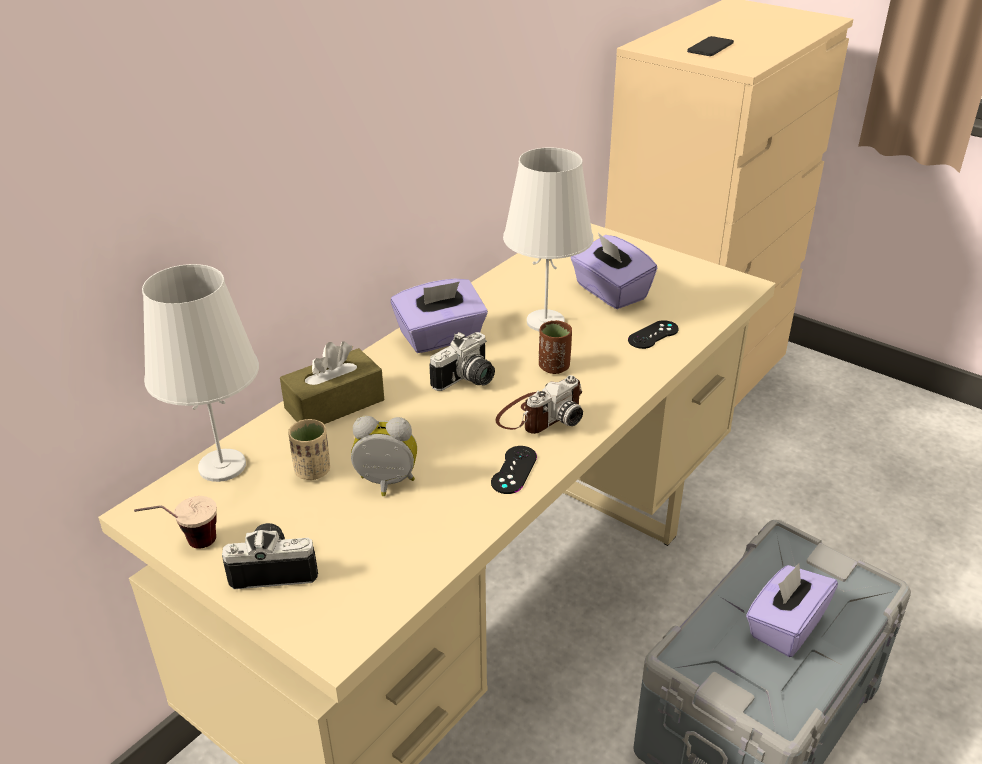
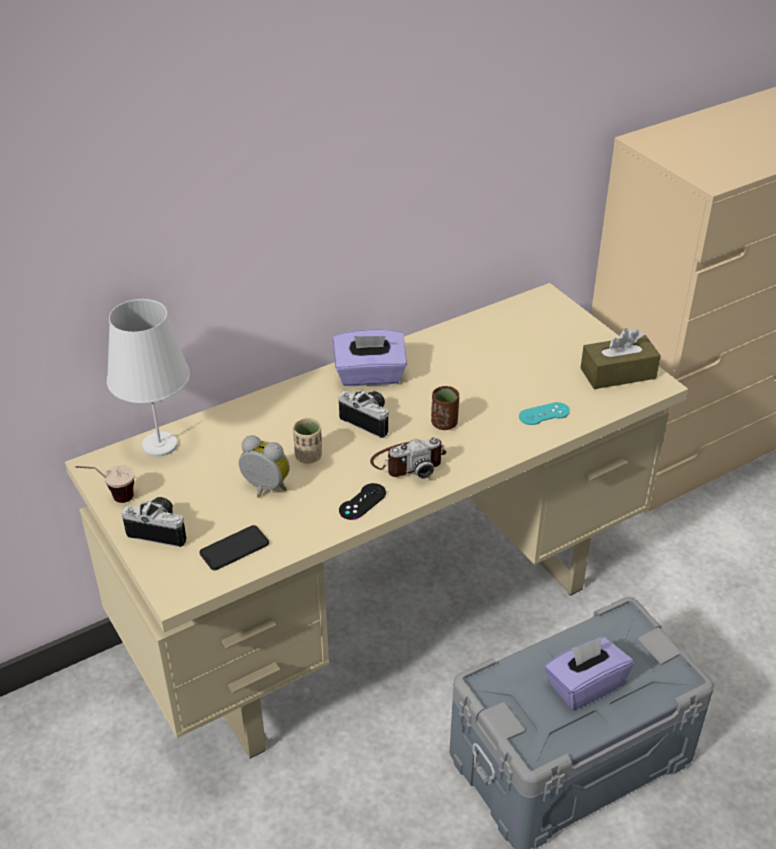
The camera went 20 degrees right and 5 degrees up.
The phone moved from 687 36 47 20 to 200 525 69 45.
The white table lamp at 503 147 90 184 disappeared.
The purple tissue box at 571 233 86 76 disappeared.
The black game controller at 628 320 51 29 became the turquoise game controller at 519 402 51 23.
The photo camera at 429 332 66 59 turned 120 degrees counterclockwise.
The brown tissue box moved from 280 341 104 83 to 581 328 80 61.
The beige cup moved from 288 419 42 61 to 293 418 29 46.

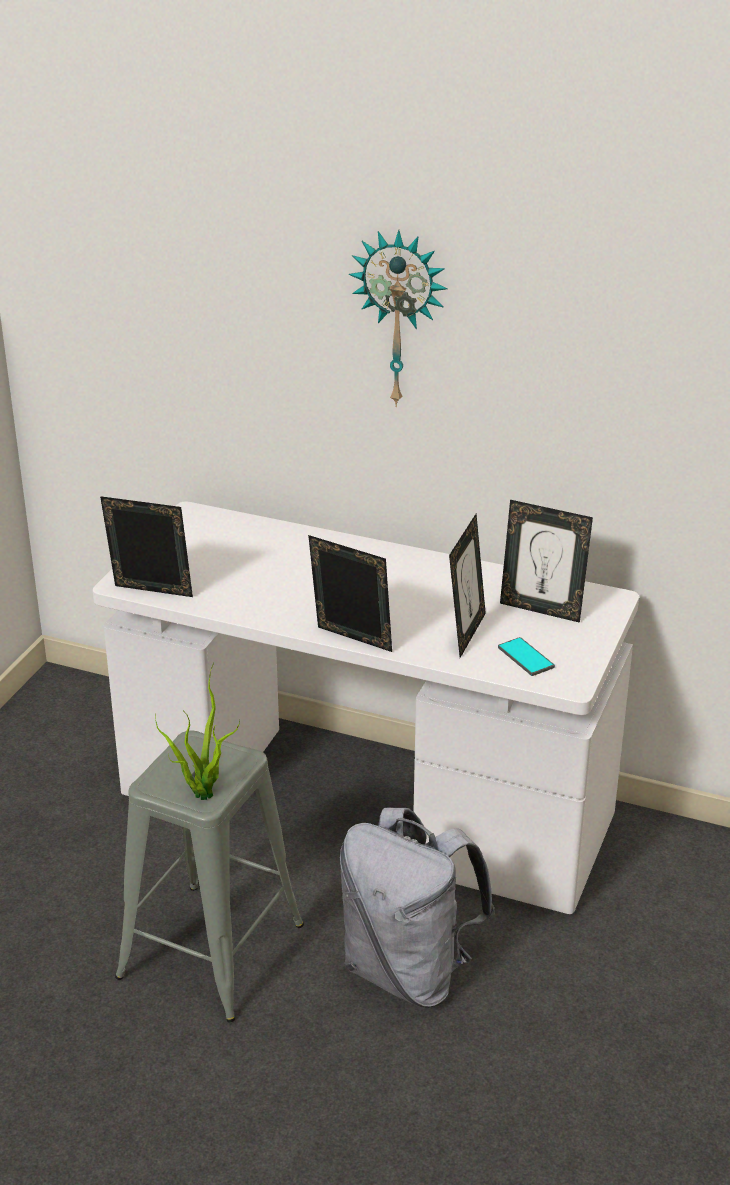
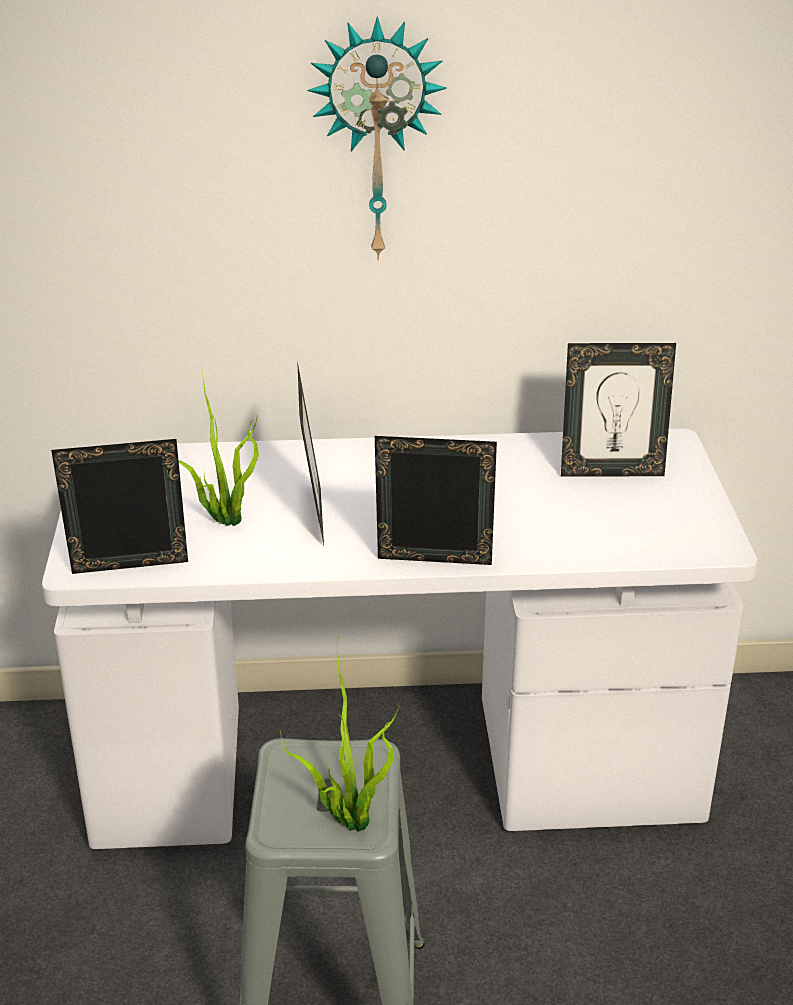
The camera went 25 degrees left and 0 degrees up.
The picture frame moved from 449 514 37 144 to 297 362 27 183.
The phone at 498 637 57 39 disappeared.
The grey backpack at 340 807 155 201 disappeared.
The potted plant at 163 363 96 163 appeared.

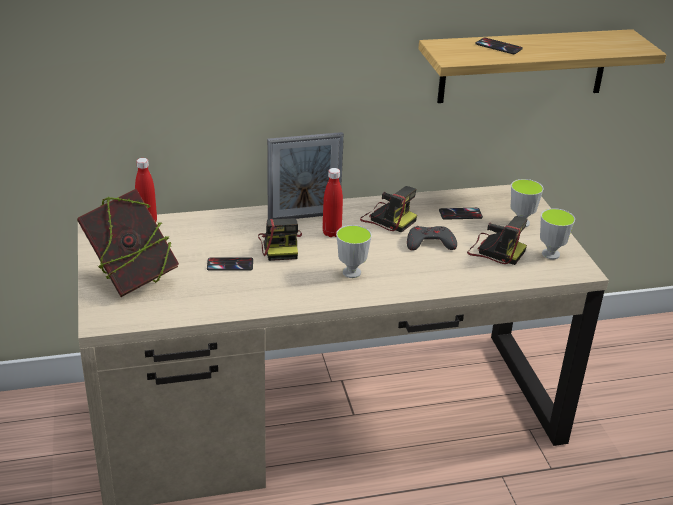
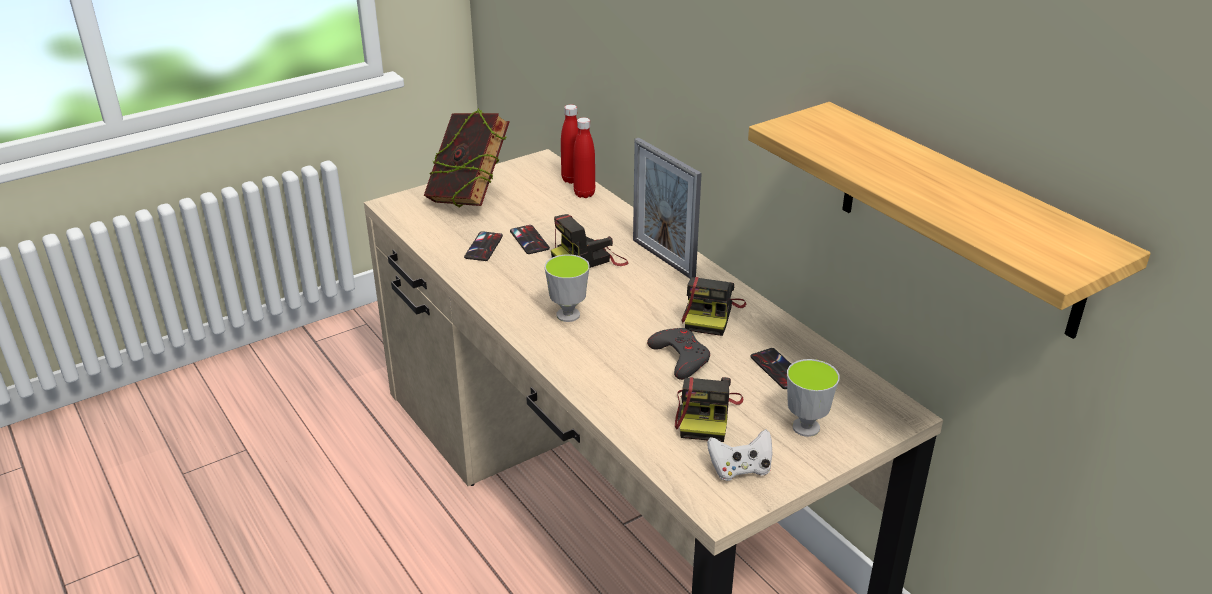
The camera went 70 degrees right and 0 degrees up.
The phone moved from 475 38 48 16 to 464 231 39 30.
The red bottle moved from 322 168 21 69 to 573 117 22 81.
The cup at 540 208 35 51 was replaced by the white game controller at 707 429 65 52.

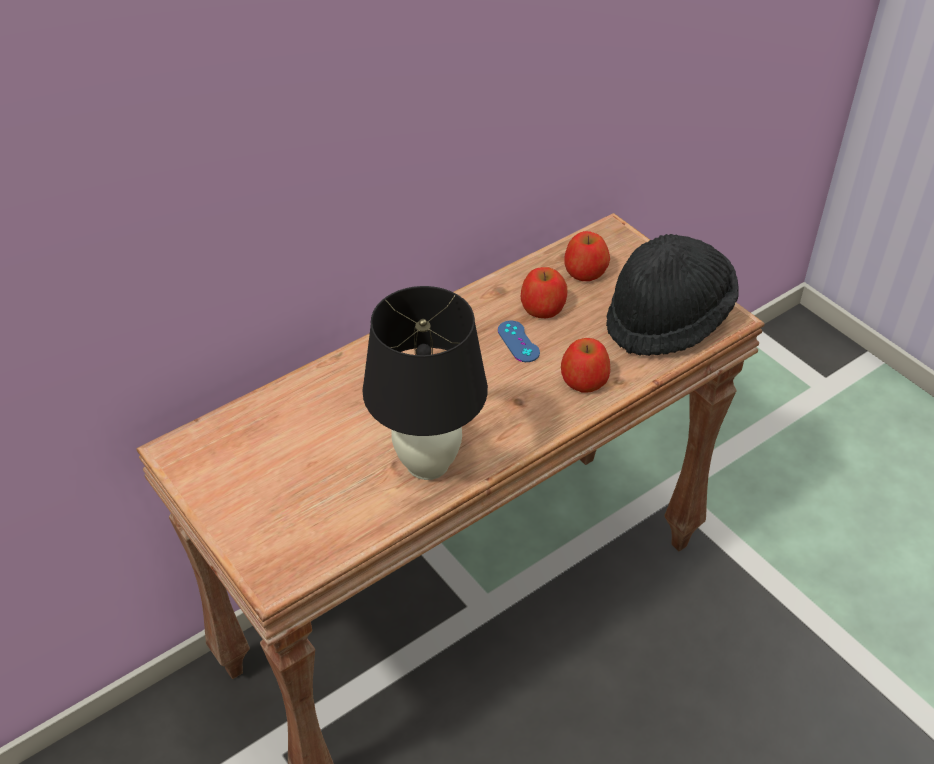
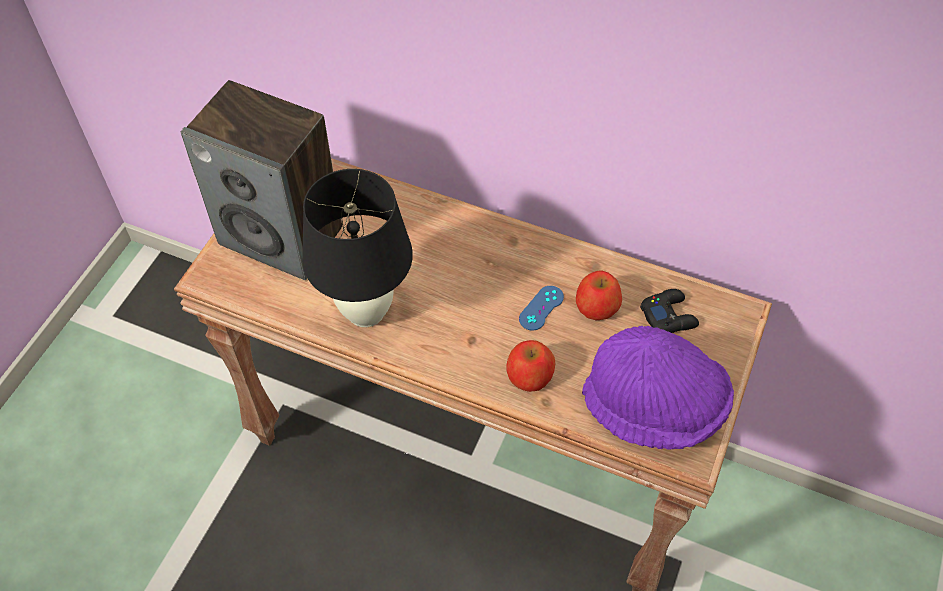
The camera went 60 degrees right and 10 degrees up.
The apple at 564 231 46 50 was replaced by the black game controller at 640 289 59 44.
The black hat at 606 234 133 122 became the purple hat at 582 326 152 124.
The speaker at 181 80 161 200 appeared.

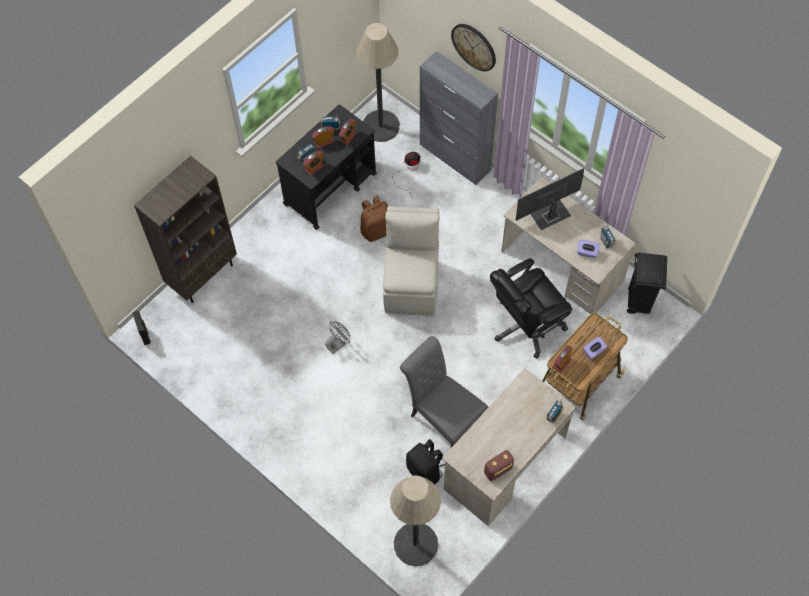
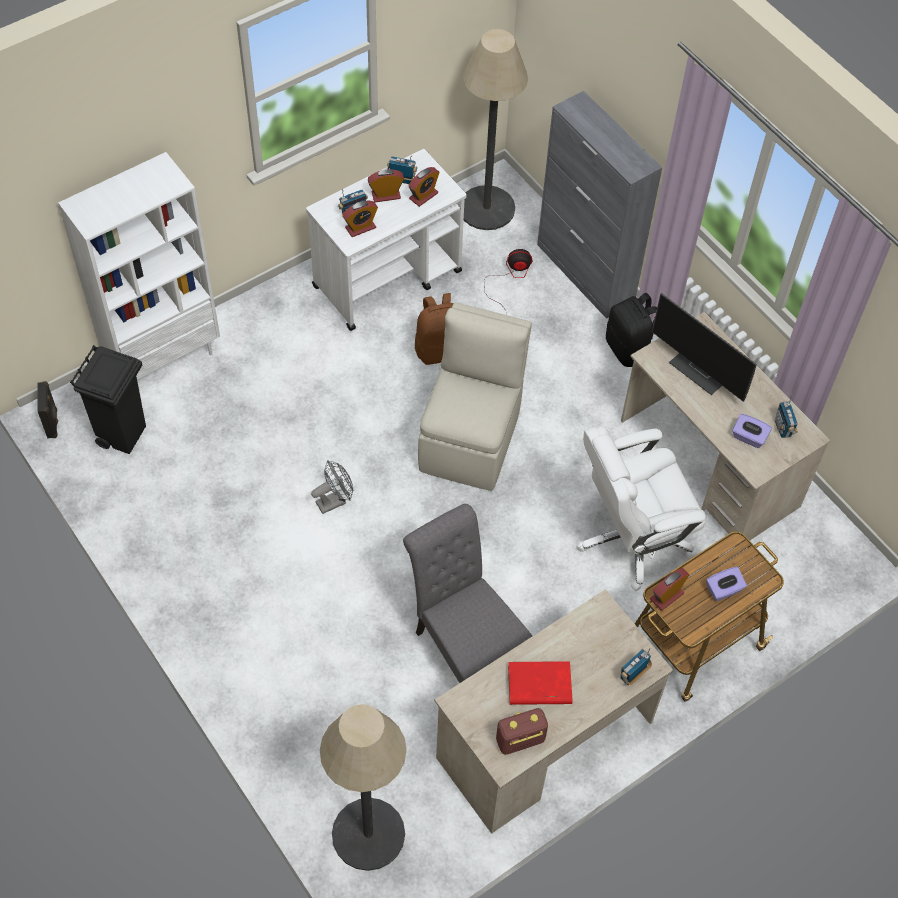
The camera went 10 degrees right and 5 degrees down.
The wall clock at 451 24 45 47 disappeared.
The black cart at 276 104 101 126 became the white cart at 306 149 161 182.
The brown bookcase at 134 156 103 147 became the white bookcase at 58 152 162 228.
The monitor at 516 168 68 62 turned 120 degrees counterclockwise.
The black trash can moved from 627 252 40 62 to 70 345 76 109.
The black office chair at 490 258 82 101 became the white office chair at 577 426 129 165.
The black backpack moved from 406 439 39 45 to 606 293 51 74.
The red book at 508 661 64 44 appeared.

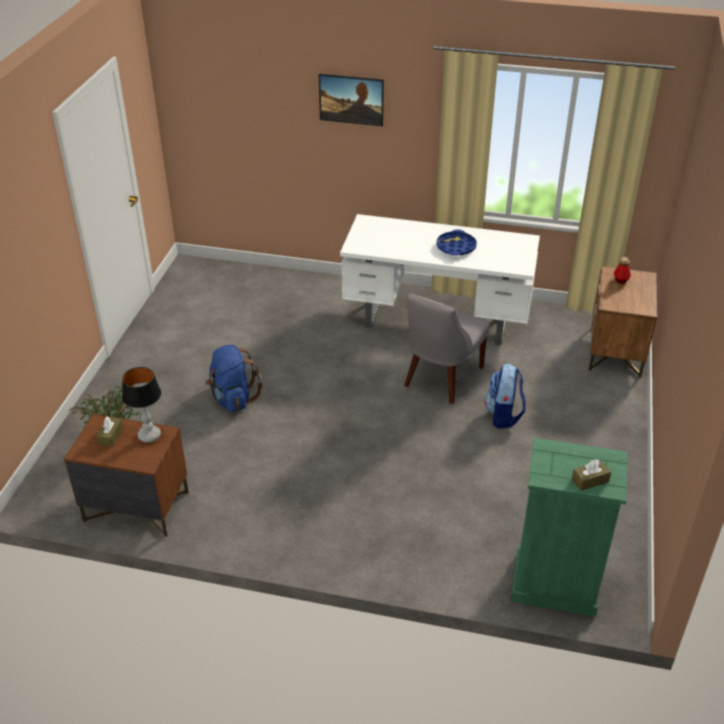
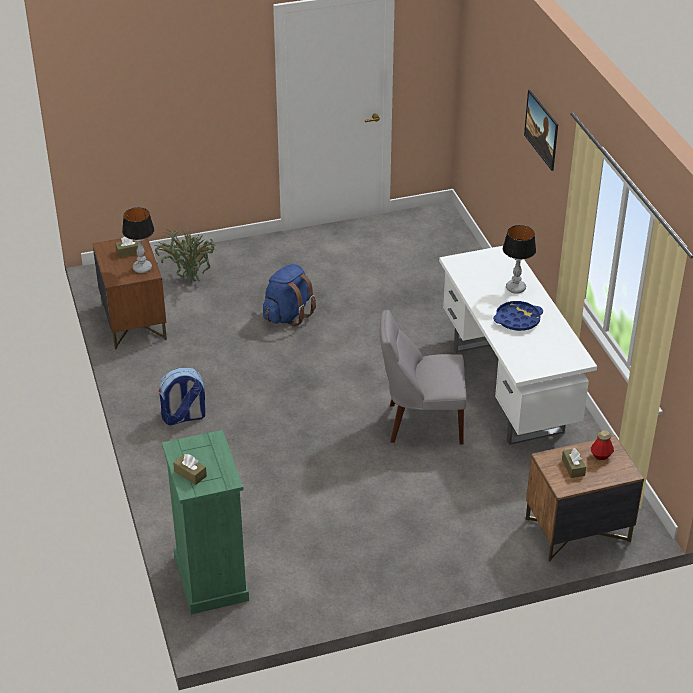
The camera went 60 degrees right and 0 degrees up.
The backpack moved from 484 364 42 65 to 159 368 46 57.
The table lamp at 503 225 33 69 appeared.
The brown tissue box at 562 448 24 30 appeared.

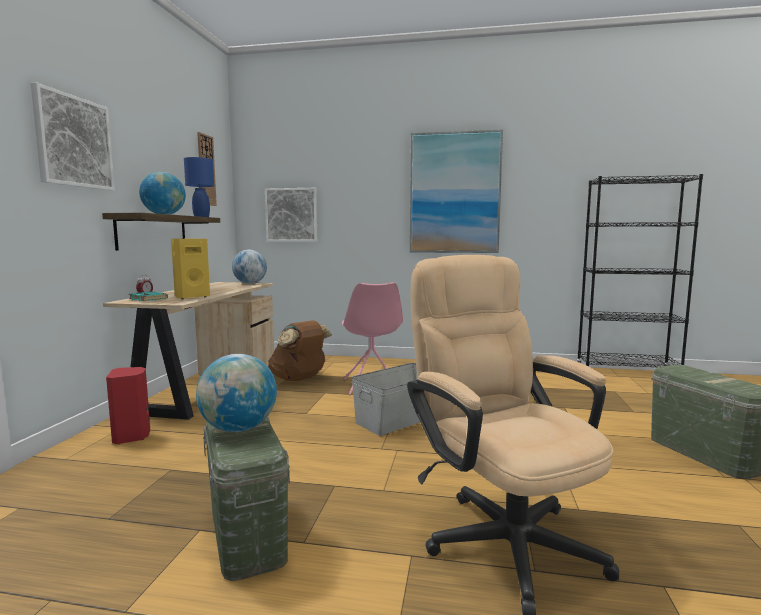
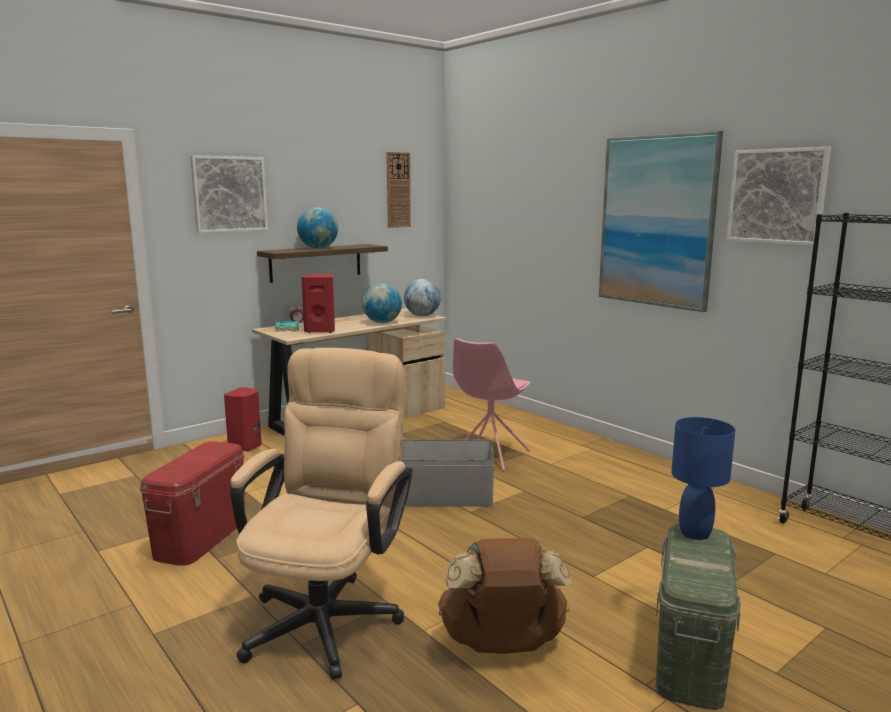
The camera went 40 degrees right and 5 degrees up.
The blue table lamp moved from 184 157 30 60 to 671 417 64 123.
The picture moved from 265 188 52 54 to 727 147 104 99.
The yellow speaker at 171 239 39 60 became the red speaker at 301 274 34 59.
The brown backpack moved from 268 320 64 61 to 438 538 133 116.
The globe moved from 196 354 81 78 to 362 284 40 39.
The green storage box at 203 417 87 164 became the red storage box at 140 441 105 125.

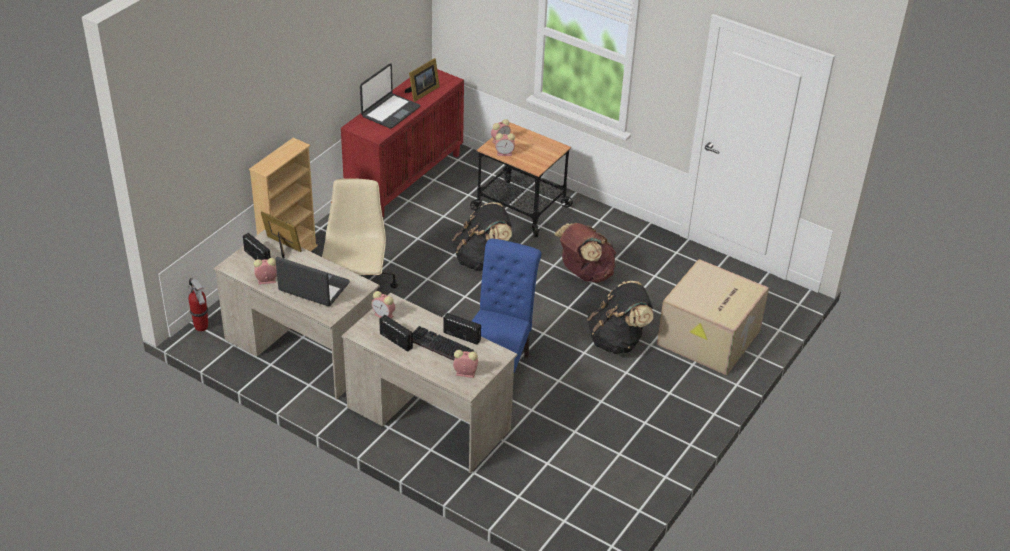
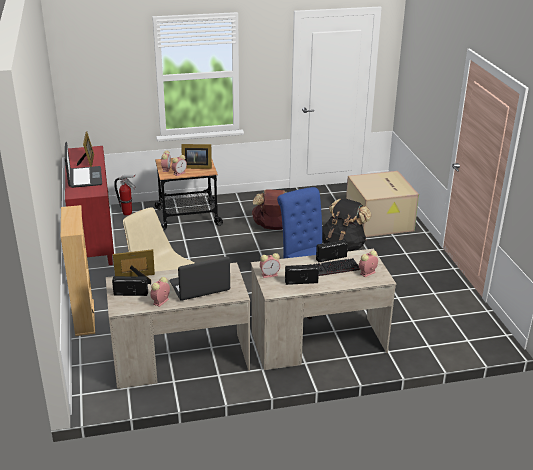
The camera went 45 degrees left and 10 degrees down.
The black backpack at 452 202 60 69 disappeared.
The fire extinguisher moved from 188 278 20 53 to 114 175 22 41.
The picture frame at 181 144 31 25 appeared.

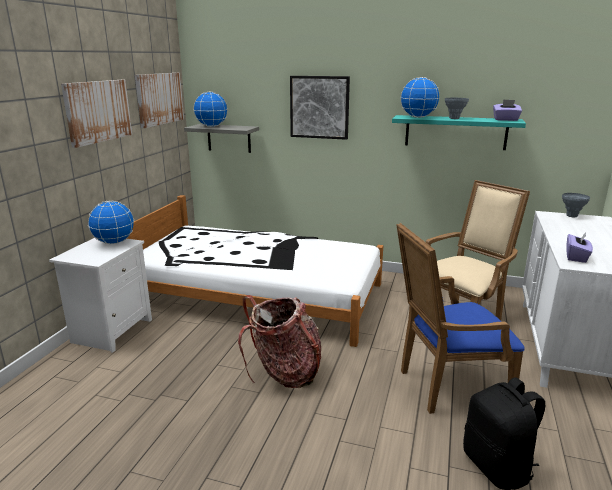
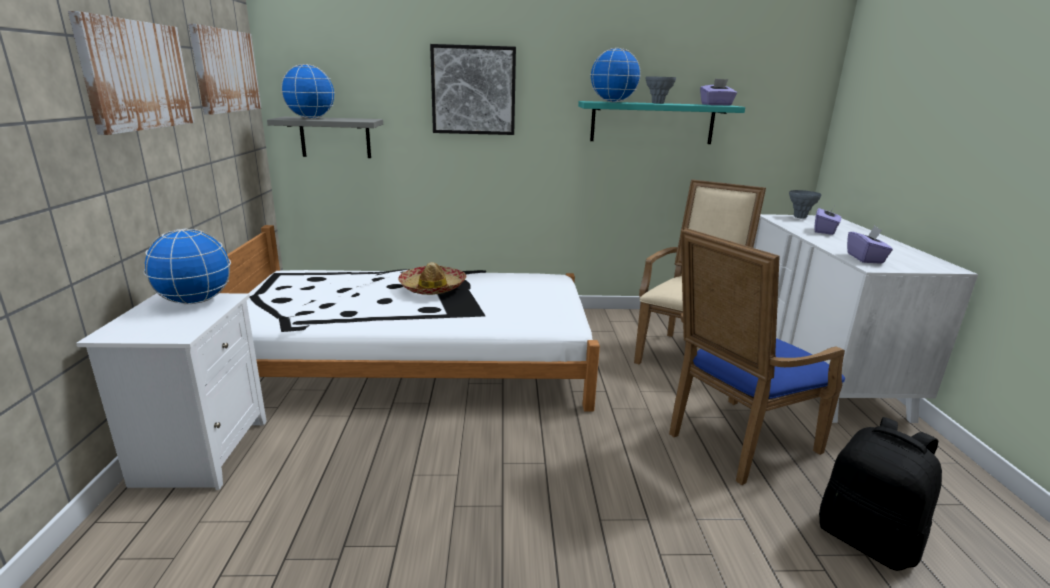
The camera went 20 degrees left and 0 degrees up.
The backpack at 238 295 83 93 disappeared.
The purple tissue box at 815 204 26 31 appeared.
The hat at 398 262 68 33 appeared.

